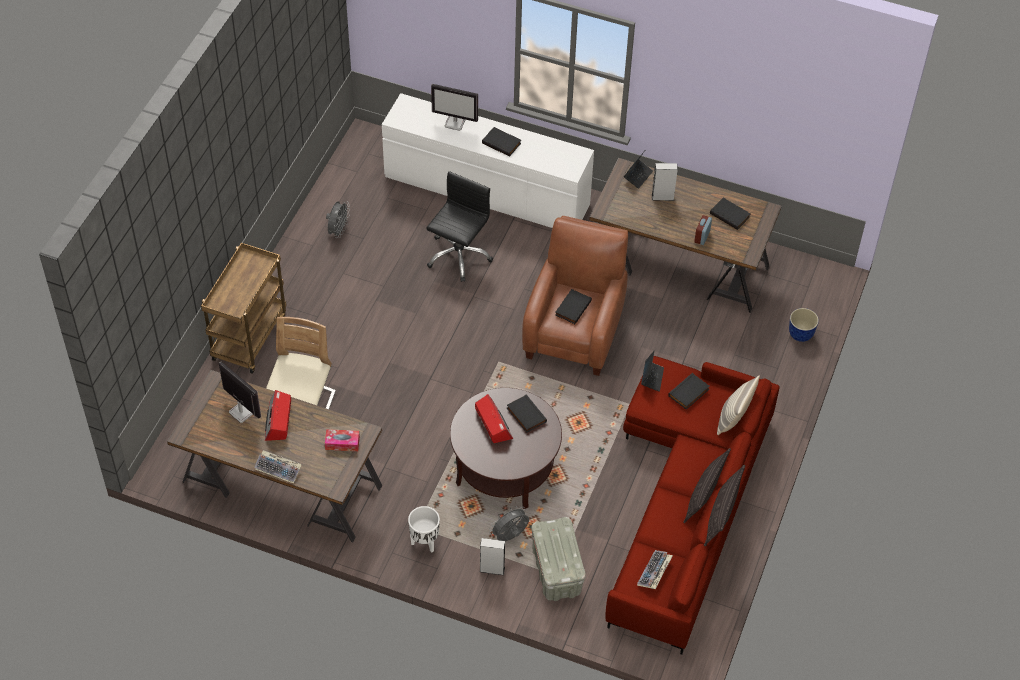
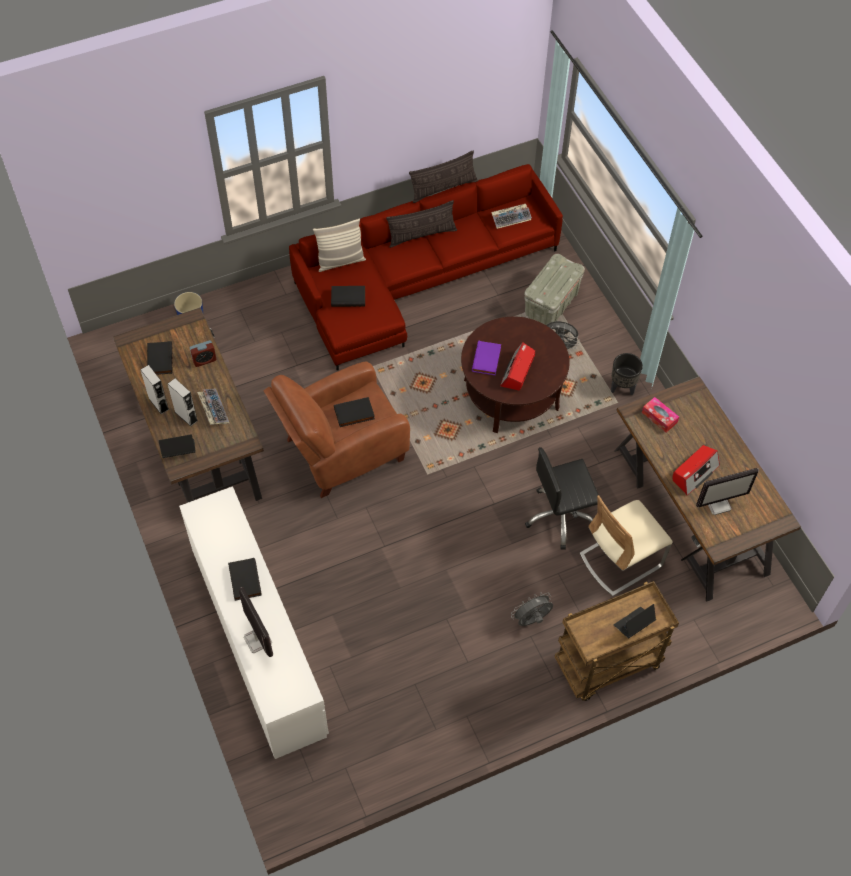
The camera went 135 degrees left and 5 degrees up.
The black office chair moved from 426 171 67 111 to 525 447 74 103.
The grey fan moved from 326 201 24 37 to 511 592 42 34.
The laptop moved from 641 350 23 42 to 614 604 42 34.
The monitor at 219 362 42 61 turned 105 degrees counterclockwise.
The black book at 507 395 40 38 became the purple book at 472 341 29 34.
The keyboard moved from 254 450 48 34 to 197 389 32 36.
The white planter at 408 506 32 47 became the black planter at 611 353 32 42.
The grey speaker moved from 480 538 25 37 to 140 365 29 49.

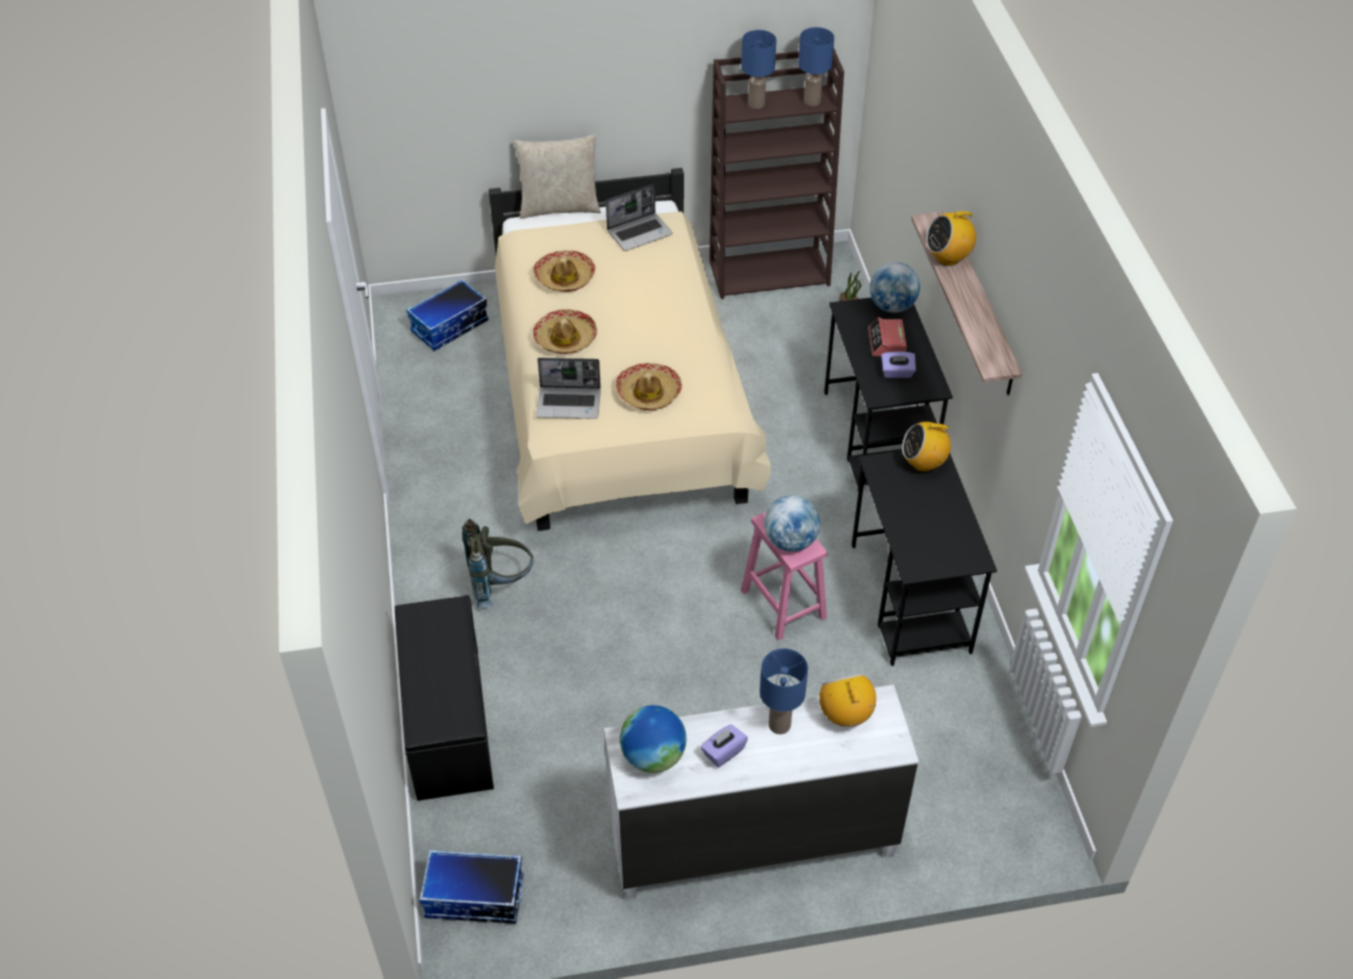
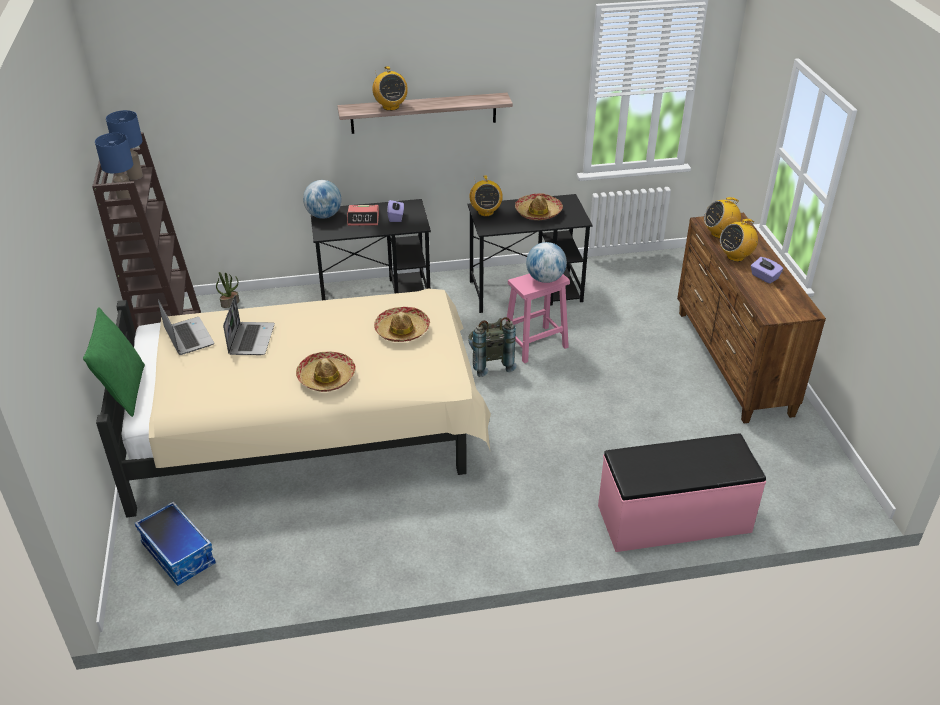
The camera went 90 degrees left and 10 degrees down.
The beige pillow at 514 134 87 85 became the green pillow at 83 307 62 110.
The hat moved from 533 251 63 41 to 515 193 48 27.
The laptop moved from 536 358 65 61 to 223 295 52 60.
The grey backpack moved from 462 519 72 89 to 468 317 49 60.
The black bench at 395 595 99 206 became the pink bench at 598 433 168 119.
The blue table lamp at 760 648 48 86 was replaced by the radio at 720 219 38 43.
The white dresser at 604 685 315 215 became the brown dresser at 677 213 149 210.
The globe at 620 705 66 68 disappeared.
The storage box at 419 850 104 74 disappeared.

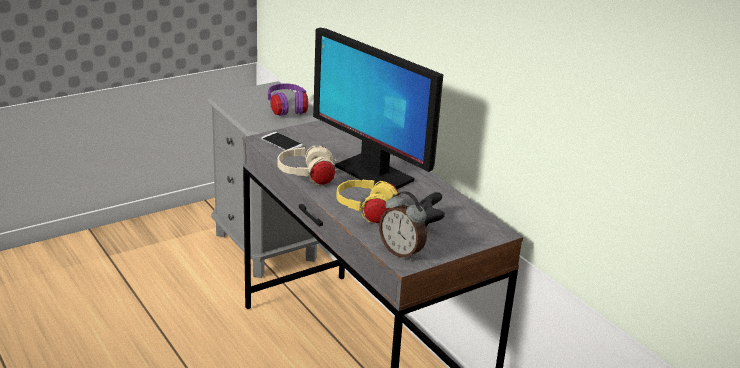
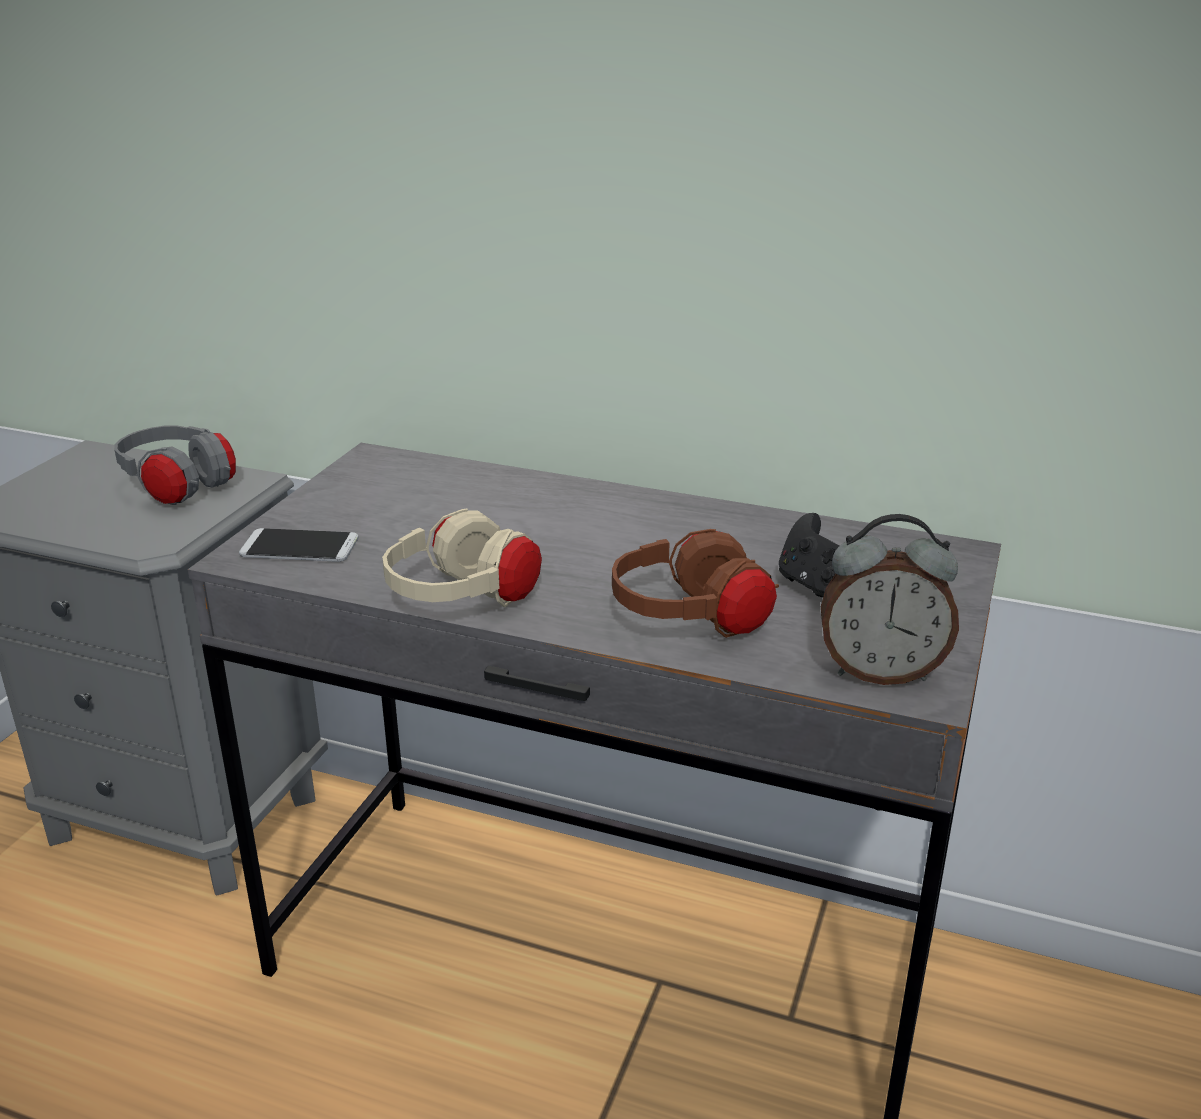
The camera went 35 degrees left and 0 degrees up.
The monitor at 313 28 130 161 disappeared.
The purple headphones at 268 83 40 33 became the grey headphones at 114 426 122 79.
The yellow headphones at 336 179 63 44 became the brown headphones at 612 529 167 109.

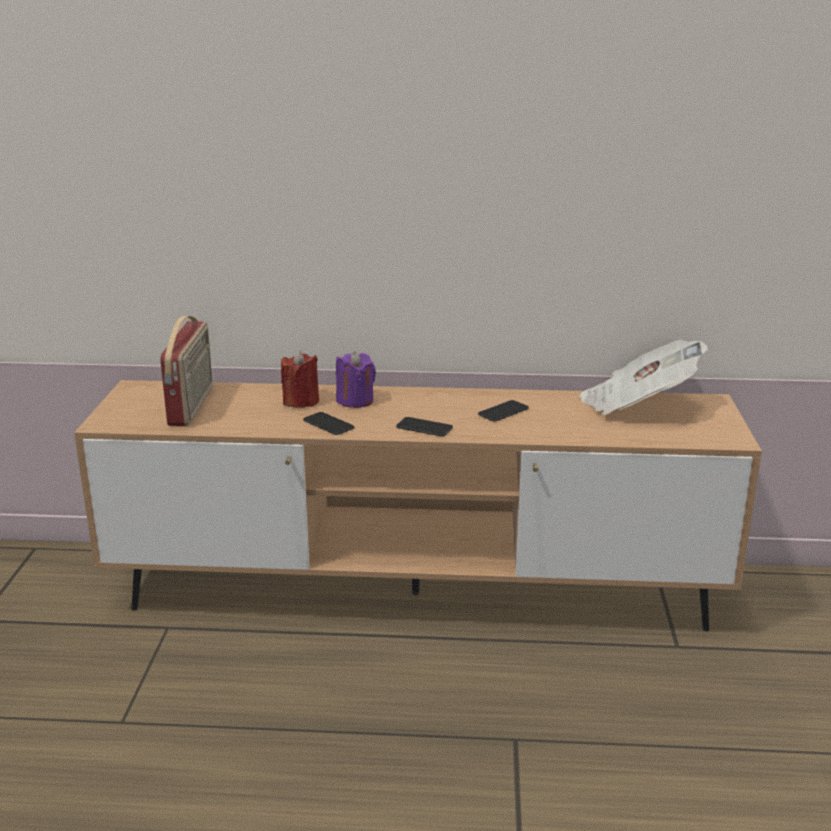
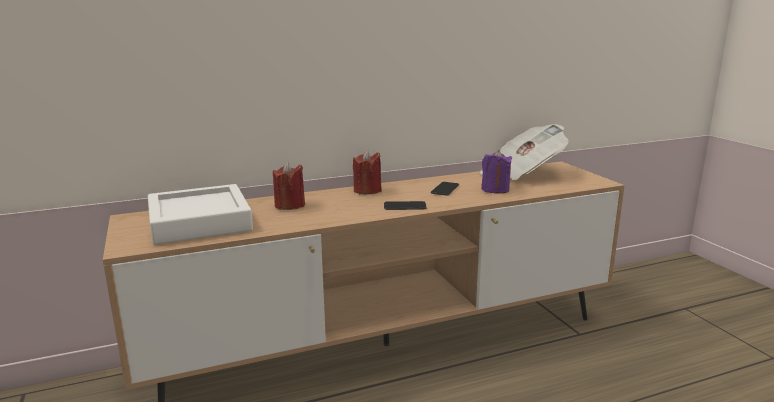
The camera went 25 degrees left and 5 degrees down.
The radio at 160 316 53 110 was replaced by the white tray at 148 184 105 61.
The purple candle moved from 336 351 40 57 to 481 150 31 44.
The phone at 303 412 51 23 disappeared.
The red candle at 353 150 29 44 appeared.

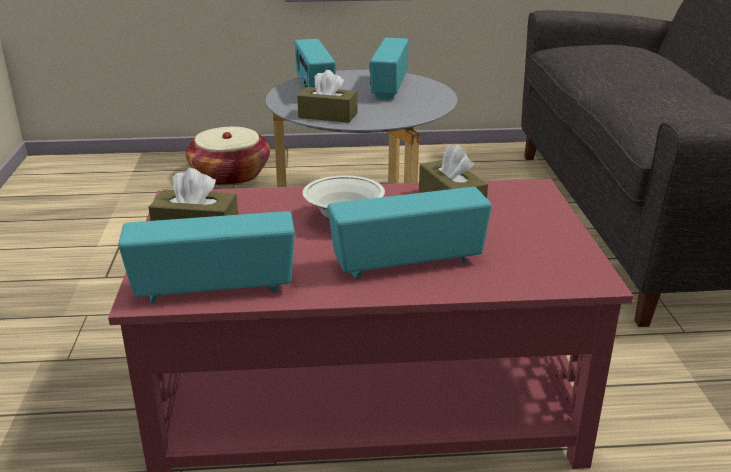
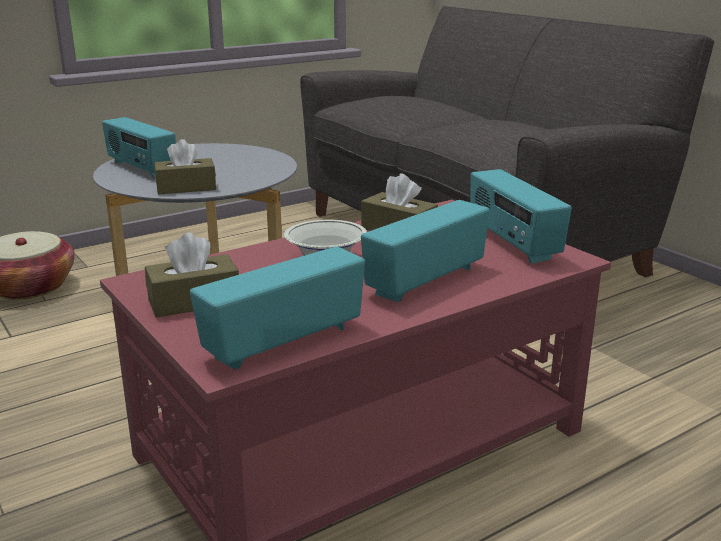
The camera went 30 degrees left and 5 degrees down.
The radio moved from 369 38 39 61 to 470 169 102 95.

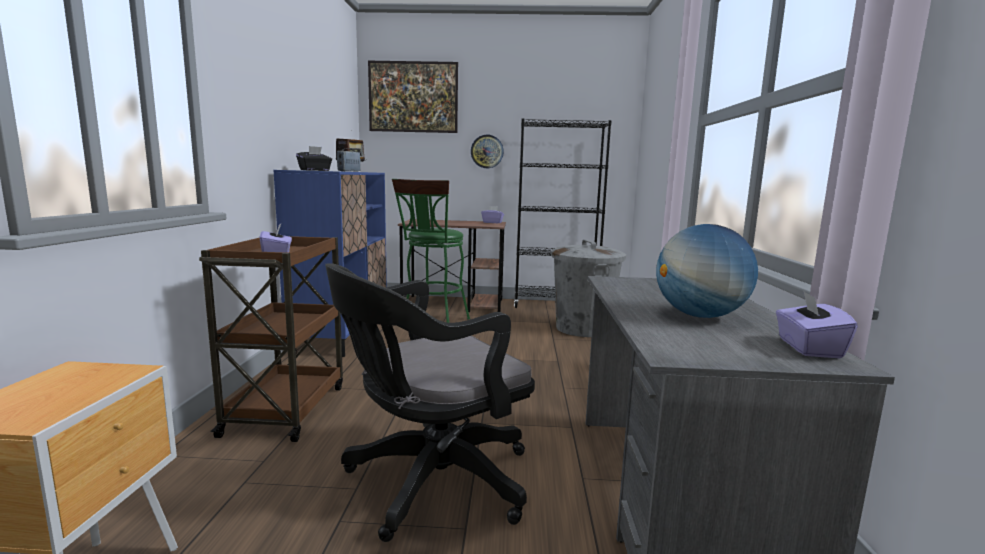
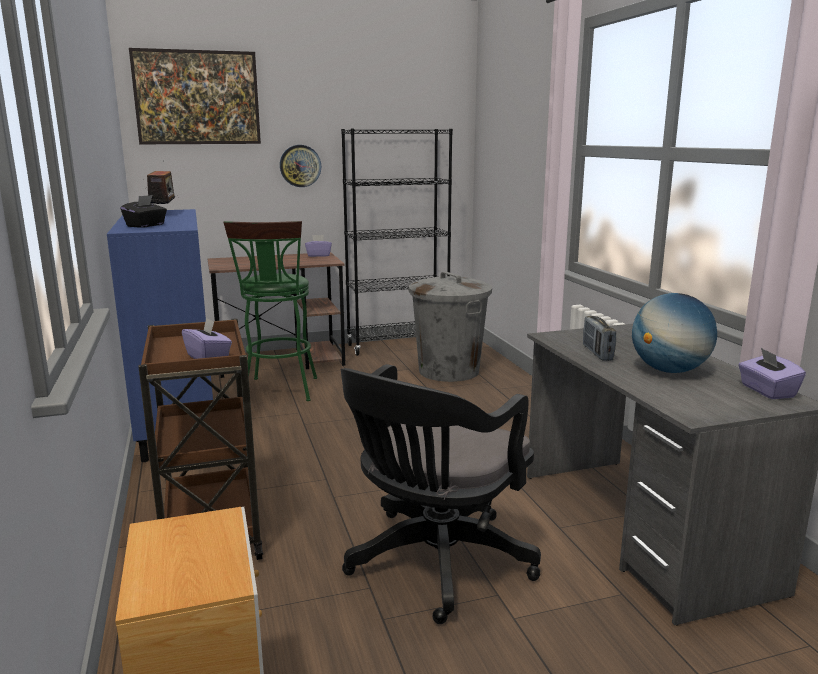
The camera went 20 degrees left and 5 degrees up.
The radio moved from 337 148 24 24 to 583 316 33 45.

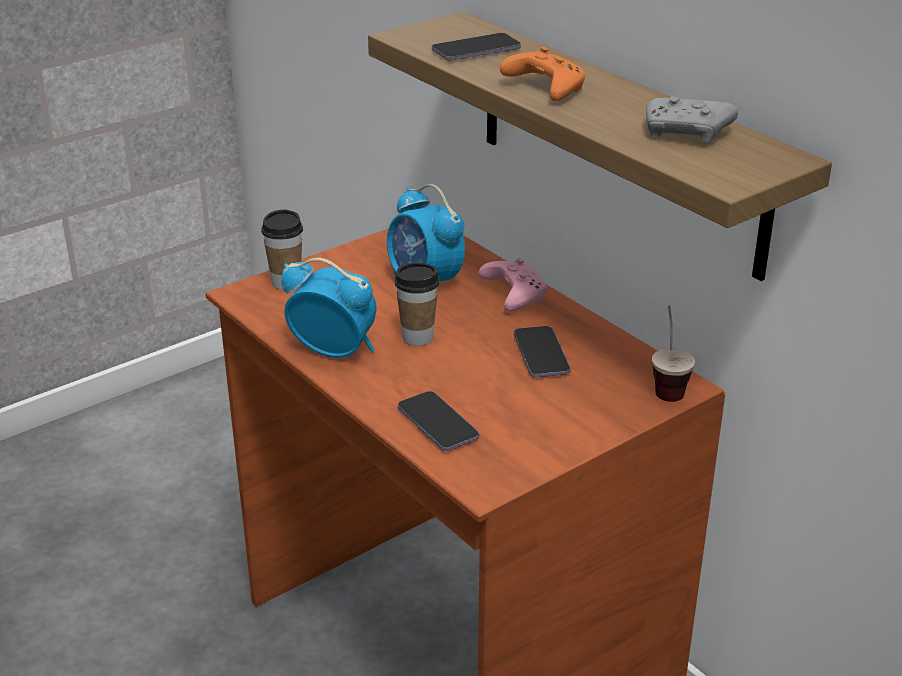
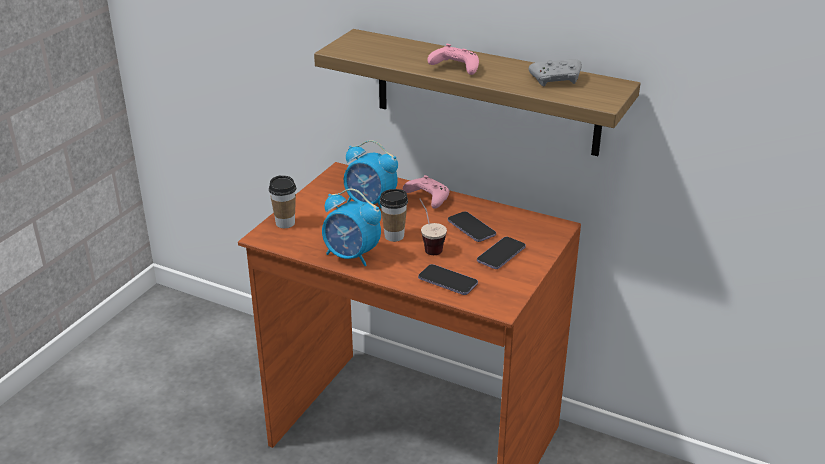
The camera went 25 degrees left and 0 degrees up.
The phone moved from 432 33 89 27 to 477 237 49 32.
The orange game controller at 500 47 85 54 became the pink game controller at 427 44 52 31.
The alarm clock at 281 258 95 100 turned 150 degrees counterclockwise.
The cup moved from 652 305 43 97 to 419 199 28 56.

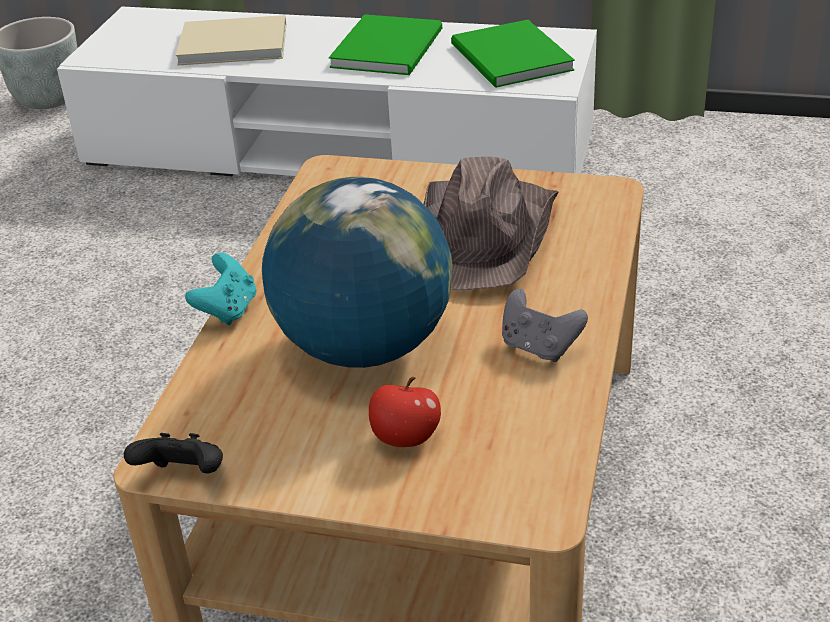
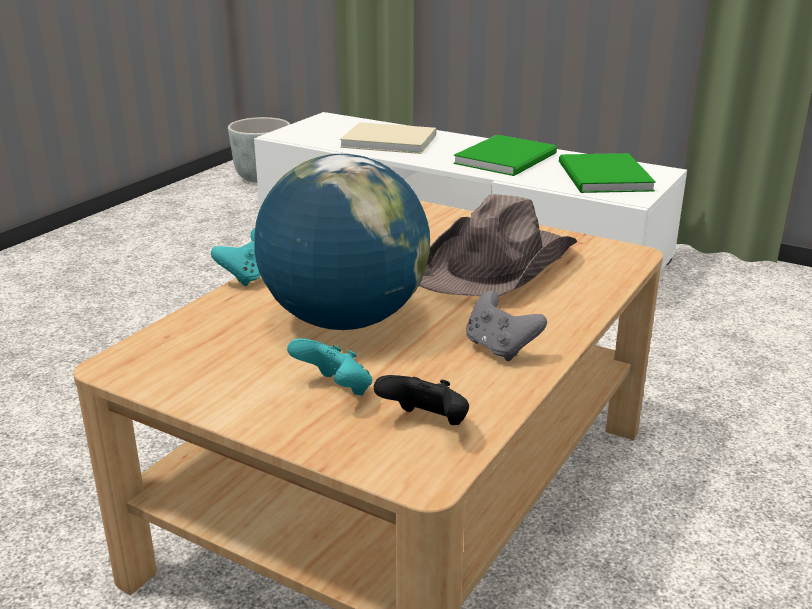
The camera went 15 degrees right and 10 degrees down.
The apple at 369 377 72 70 was replaced by the turquoise game controller at 287 338 85 58.
The black game controller moved from 124 433 99 41 to 374 375 95 50.

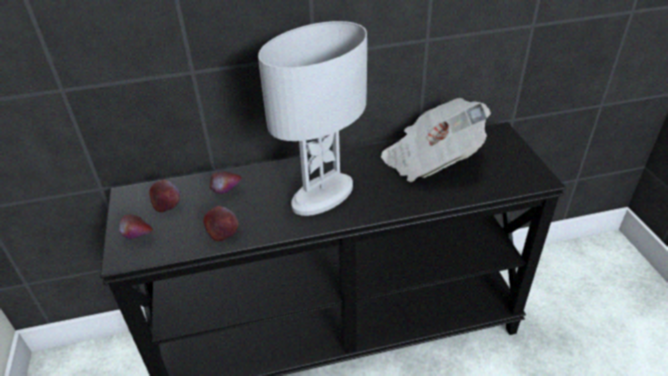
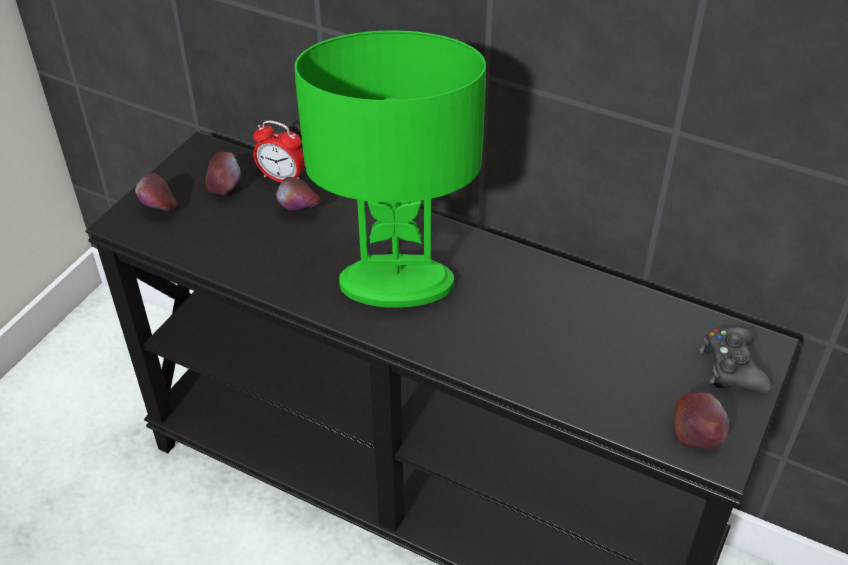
The camera went 40 degrees right and 5 degrees up.
The white table lamp at 258 21 109 195 became the green table lamp at 295 31 191 277.
The newspaper at 381 98 110 84 disappeared.
The apple moved from 204 206 35 35 to 674 392 55 57.
The alarm clock at 253 120 52 62 appeared.
The black game controller at 699 327 72 67 appeared.

